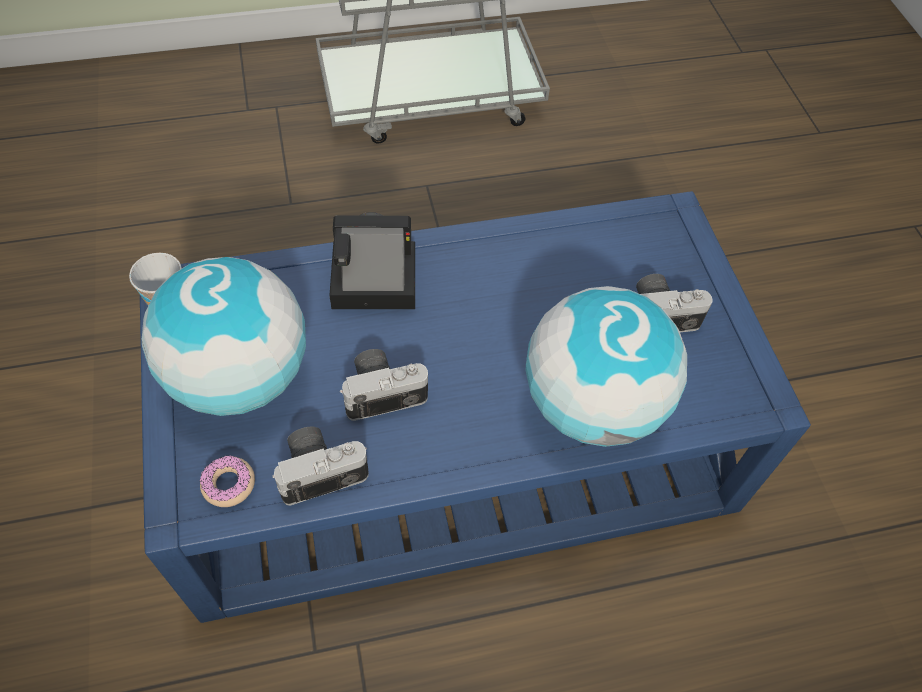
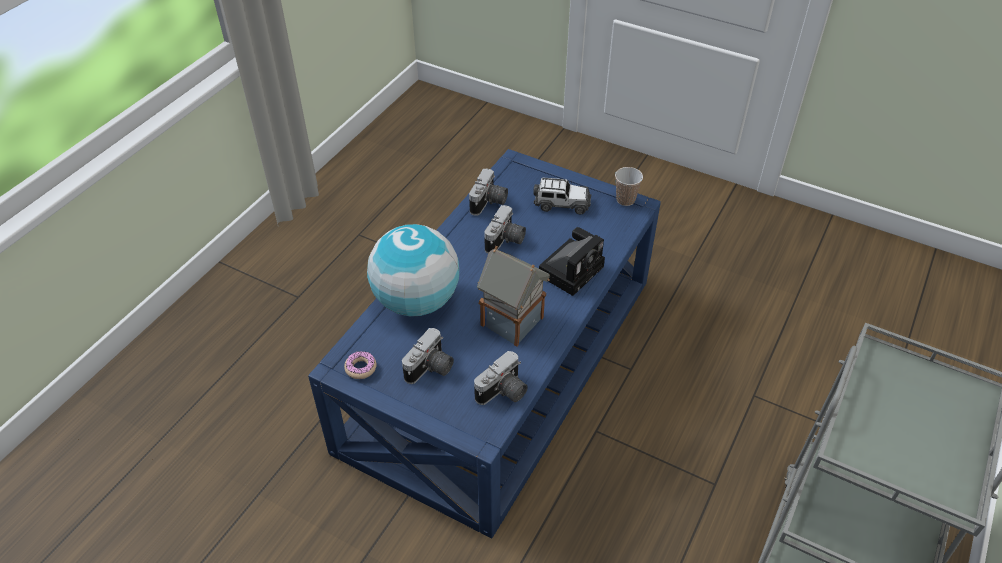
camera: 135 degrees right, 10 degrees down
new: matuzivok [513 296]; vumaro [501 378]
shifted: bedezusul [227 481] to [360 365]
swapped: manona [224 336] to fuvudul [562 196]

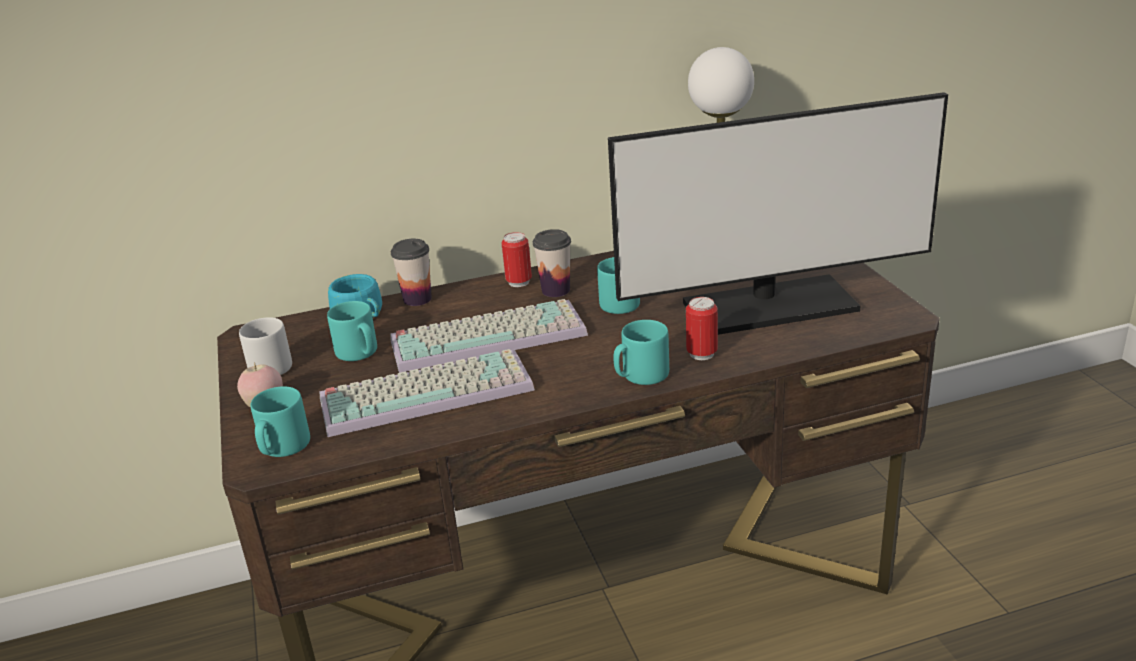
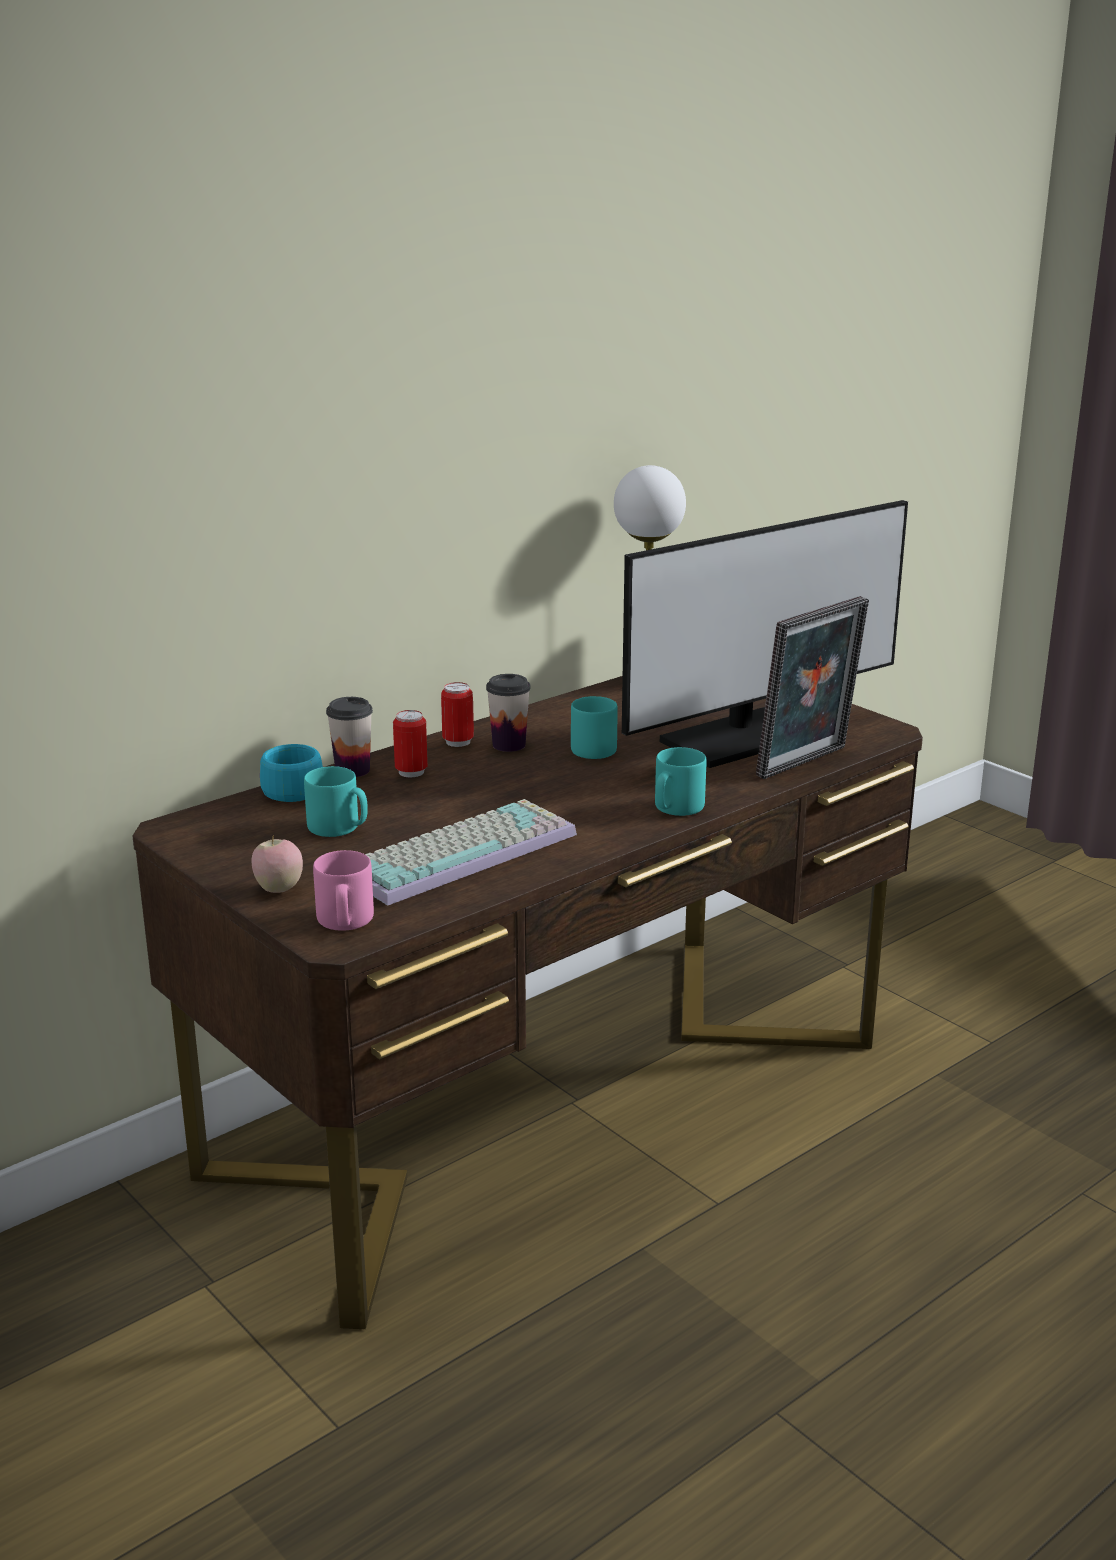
camera: 25 degrees left, 5 degrees down
gone: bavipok [489 336]; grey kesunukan [265 346]
new: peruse [812 687]
shifted: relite [702 328] to [410 743]
repainted: turquoise kesunukan [280 421] to pink kesunukan [343 890]

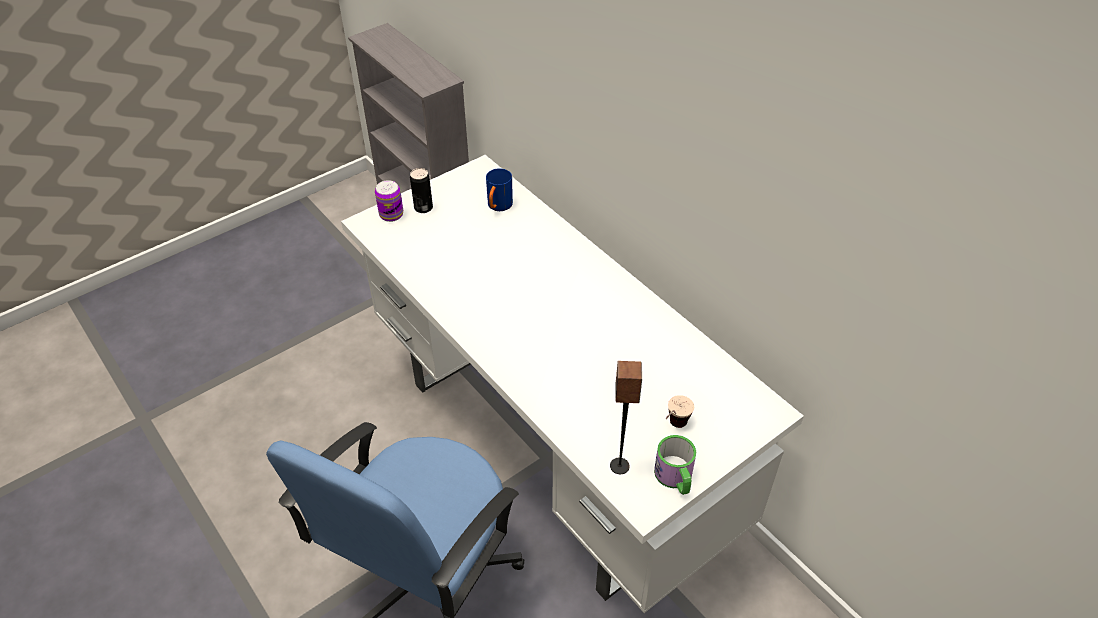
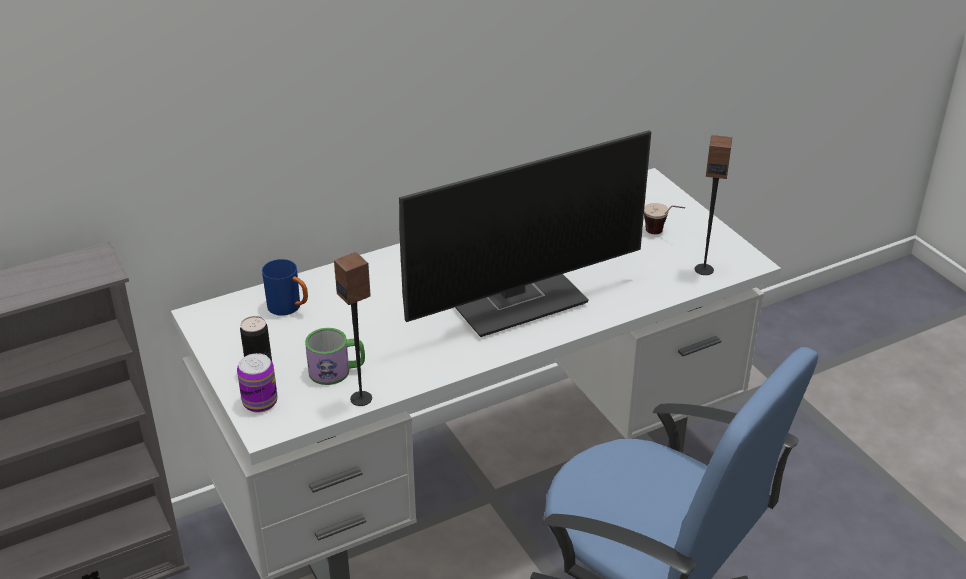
camera: 80 degrees left, 10 degrees down
new: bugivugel [525 233]; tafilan [353 329]
shifted: kesunukan [675 465] to [335 356]

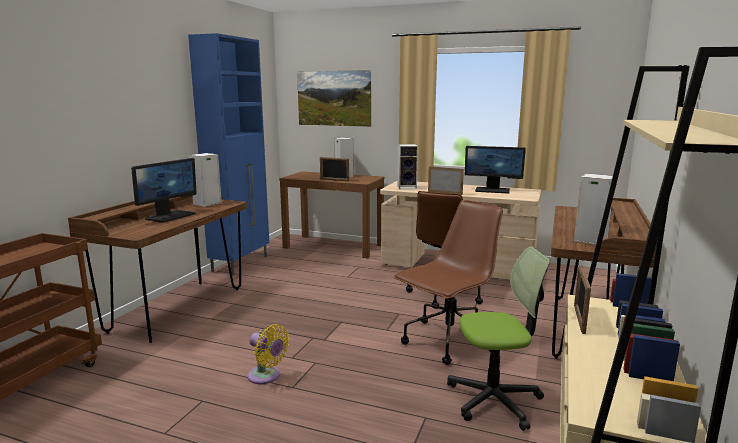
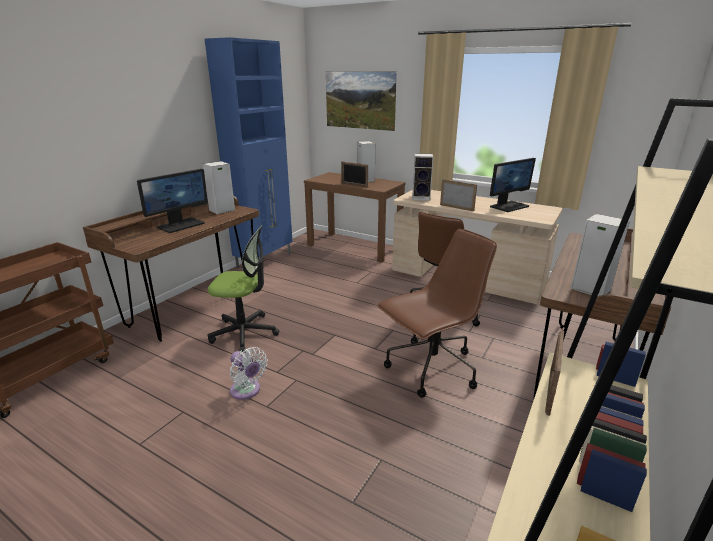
camera: 10 degrees right, 10 degrees up
shifted: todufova [498 338] to [243 288]
repainted: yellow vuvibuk [268 354] to white vuvibuk [249 373]
rotated: bugivugel [495 170] = [513 185] 60 degrees counterclockwise

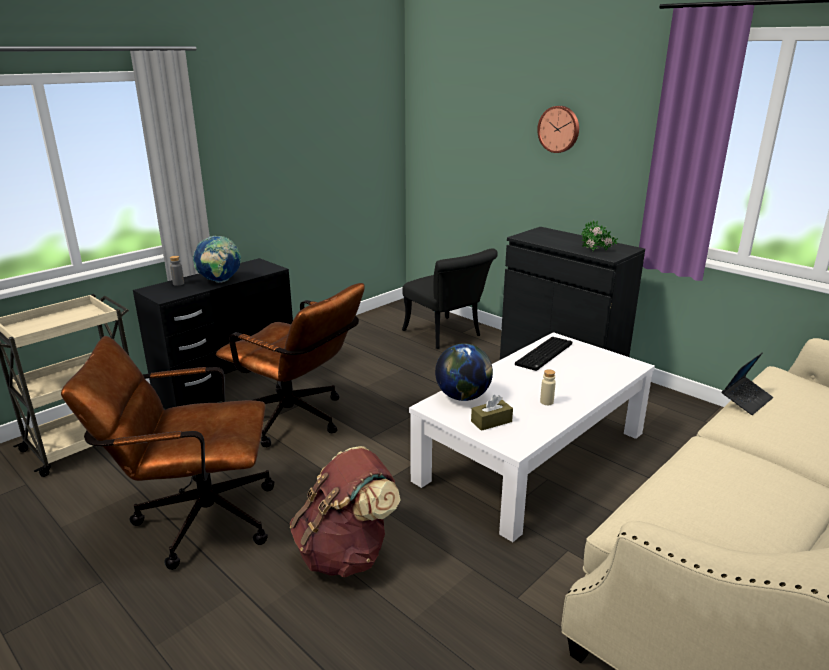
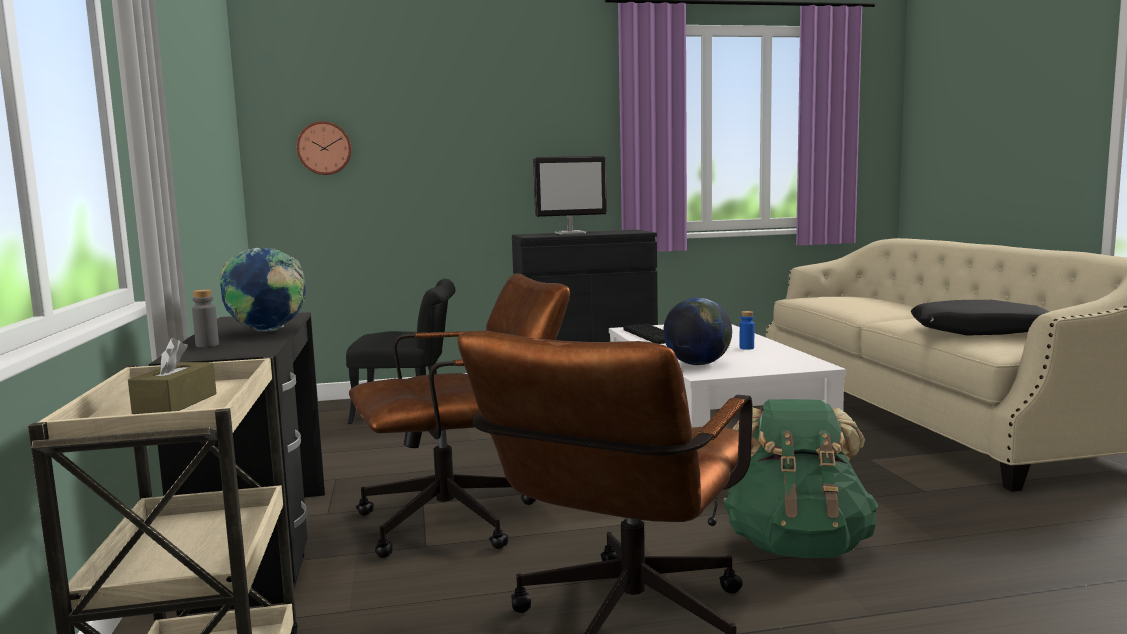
camera: 55 degrees left, 15 degrees down
gone: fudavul [599 236]; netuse [747 384]
new: bugivugel [570 195]; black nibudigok [980 318]
shifted: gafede [558 129] to [324 148]; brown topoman [492 413] to [172 376]
repainted: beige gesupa [548 387] to blue gesupa [747 330]; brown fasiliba [345 511] to green fasiliba [801 478]

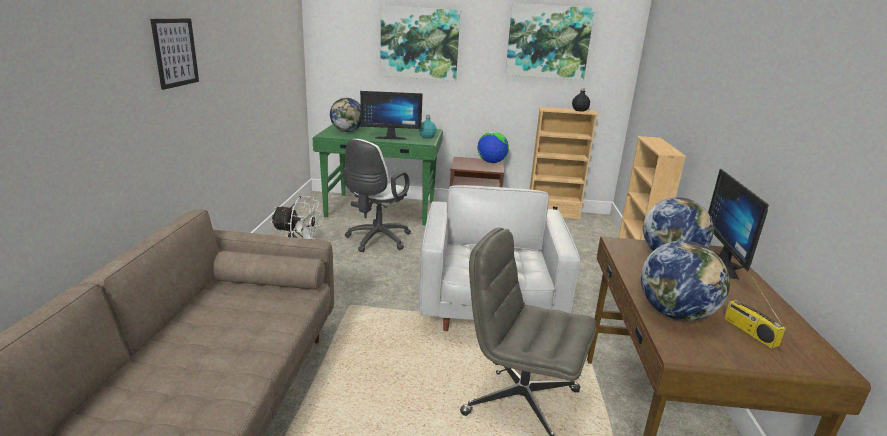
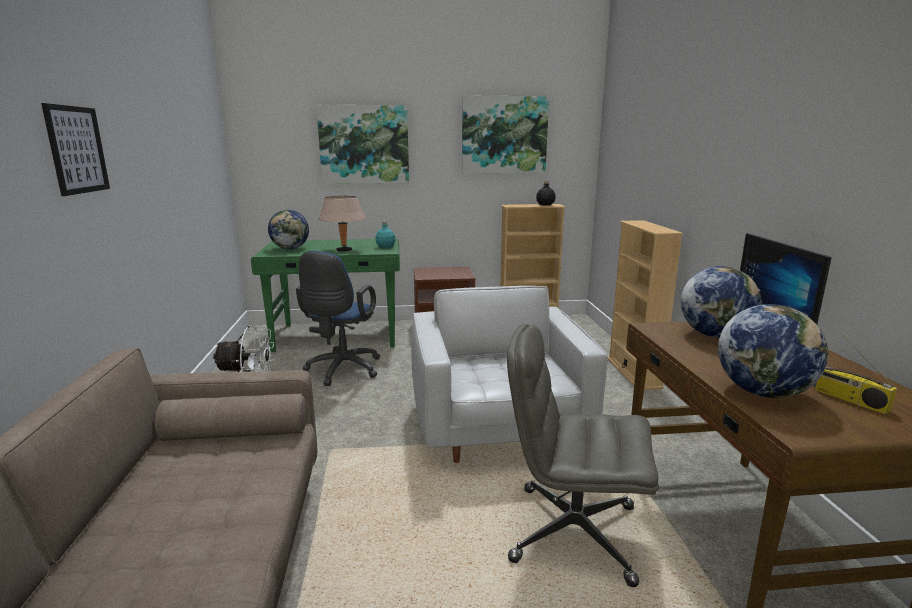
camera: 10 degrees left, 5 degrees down
gone: manona [493 147]
swapped: bugivugel [391 115] to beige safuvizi [342 224]
repainted: white todufova [377 195] to blue todufova [338 318]

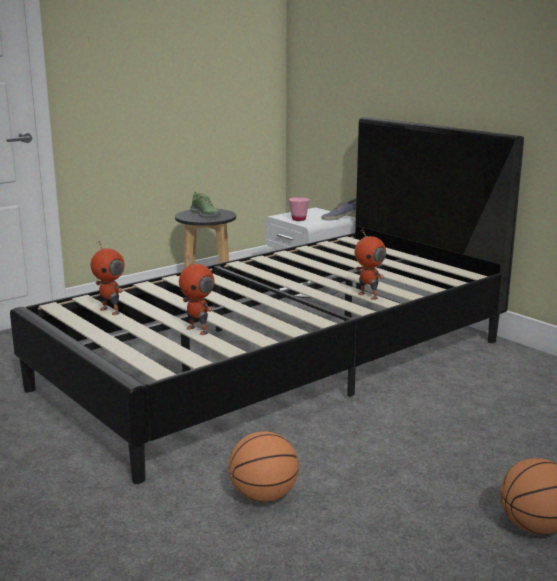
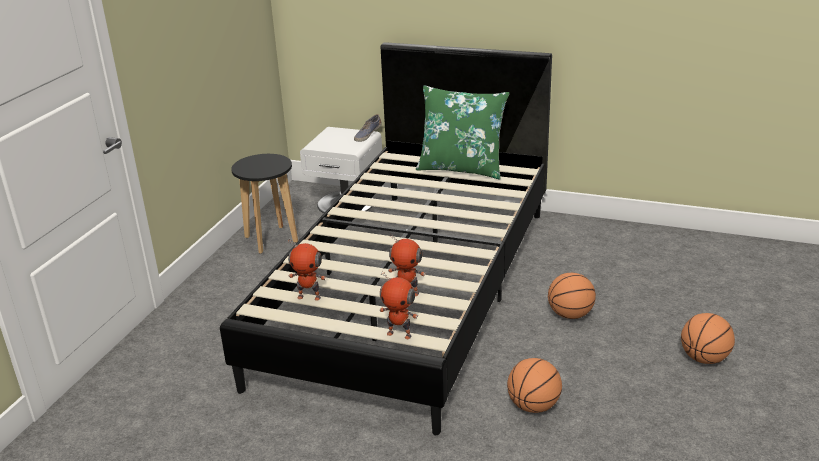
camera: 30 degrees left, 10 degrees up
gone: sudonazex [205 205]; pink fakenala [299 209]
new: green nibudigok [462 132]; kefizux [572 296]
shifted: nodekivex [370 264] to [398 305]

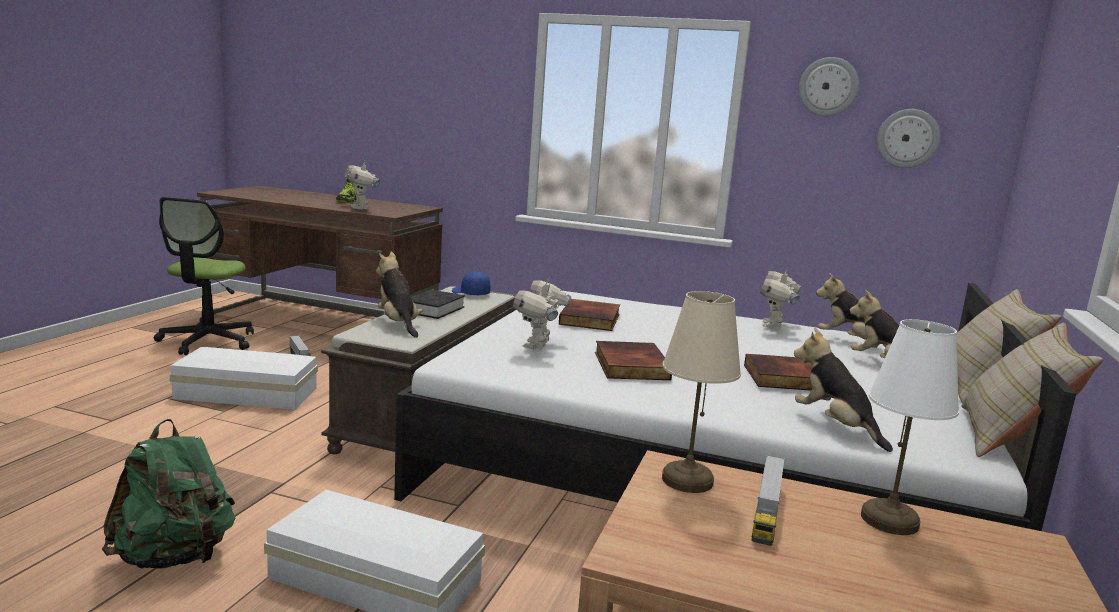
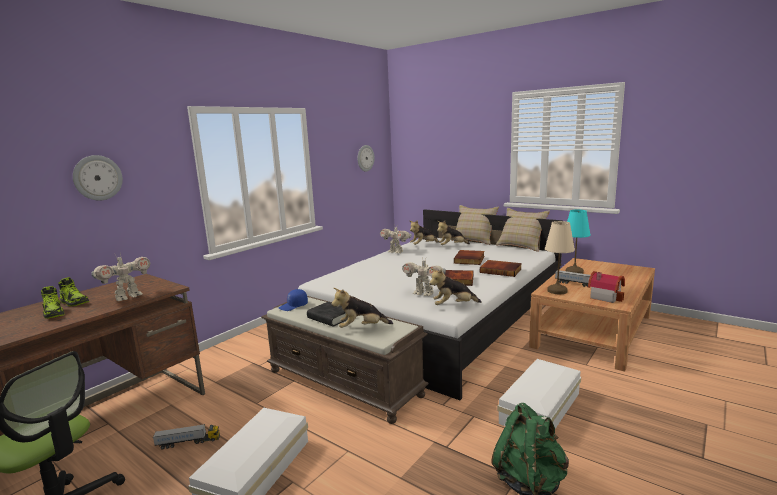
camera: 70 degrees left, 0 degrees up
new: matuzivok [606 287]; sudonazex [53 302]
shifted: gafede [829 86] to [98 178]; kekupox [589 315] to [501 268]; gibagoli [843 390] to [455 286]
repainted: white safuvizi [910 427] to turquoise safuvizi [578 241]
rotated: nodekivex [362 185] = [120 277] 45 degrees counterclockwise

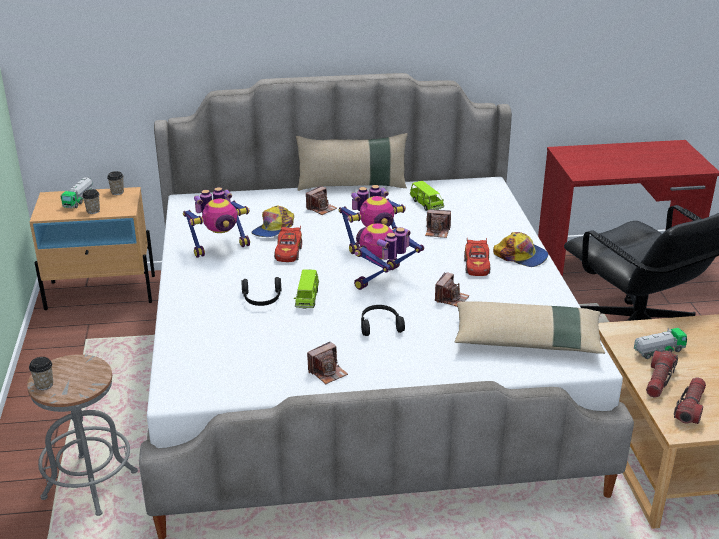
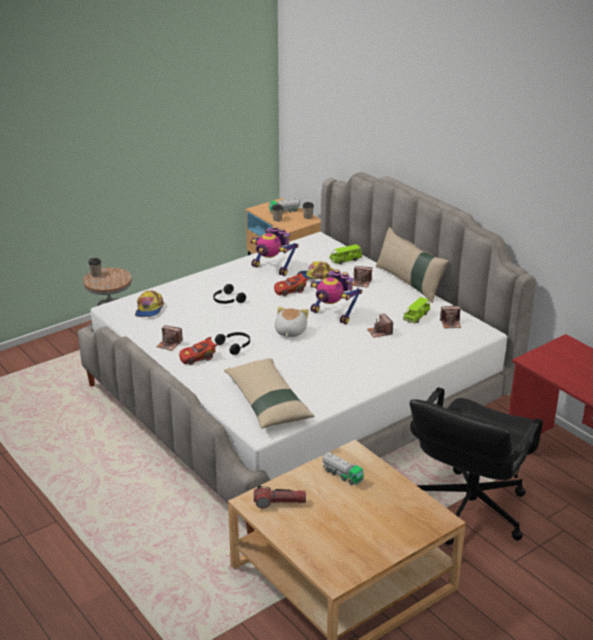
camera: 60 degrees right, 0 degrees up
gone: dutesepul [662 374]
shifted: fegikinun [520 249] to [149 304]; red fuvudul [477 257] to [198 351]; green fuvudul [306 289] to [345 254]; vumaro [452 289] to [450 317]
swapped: nodekivex [389 256] to gibagoli [292 321]

